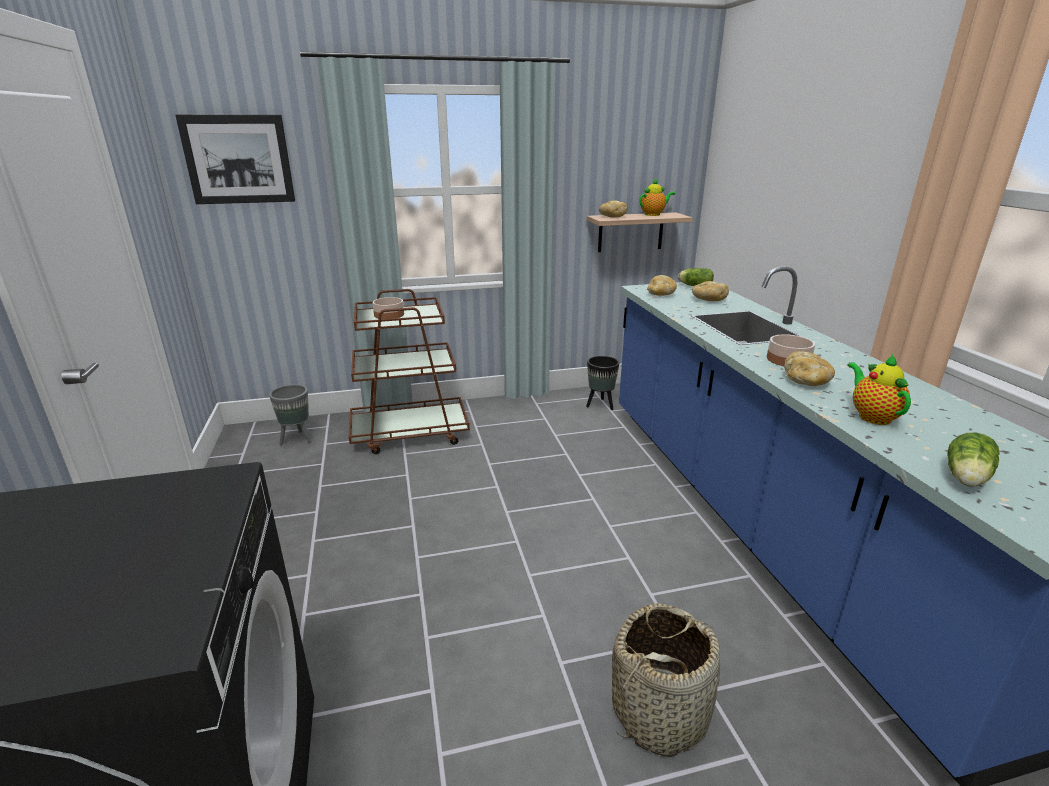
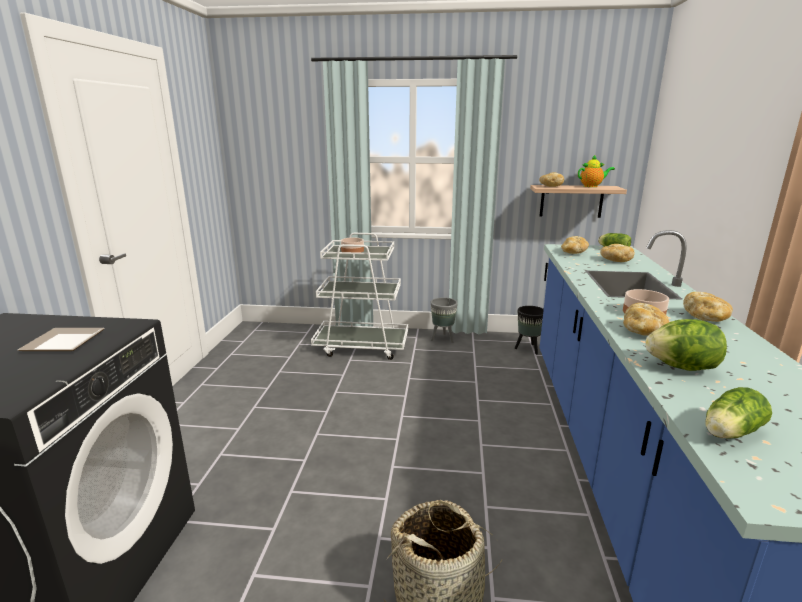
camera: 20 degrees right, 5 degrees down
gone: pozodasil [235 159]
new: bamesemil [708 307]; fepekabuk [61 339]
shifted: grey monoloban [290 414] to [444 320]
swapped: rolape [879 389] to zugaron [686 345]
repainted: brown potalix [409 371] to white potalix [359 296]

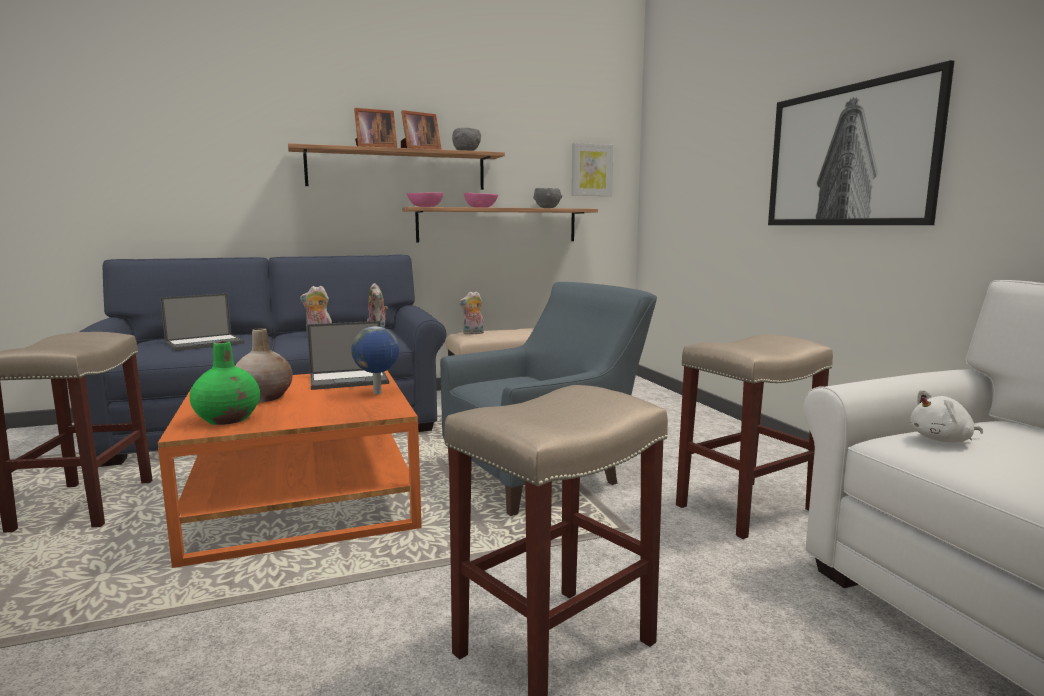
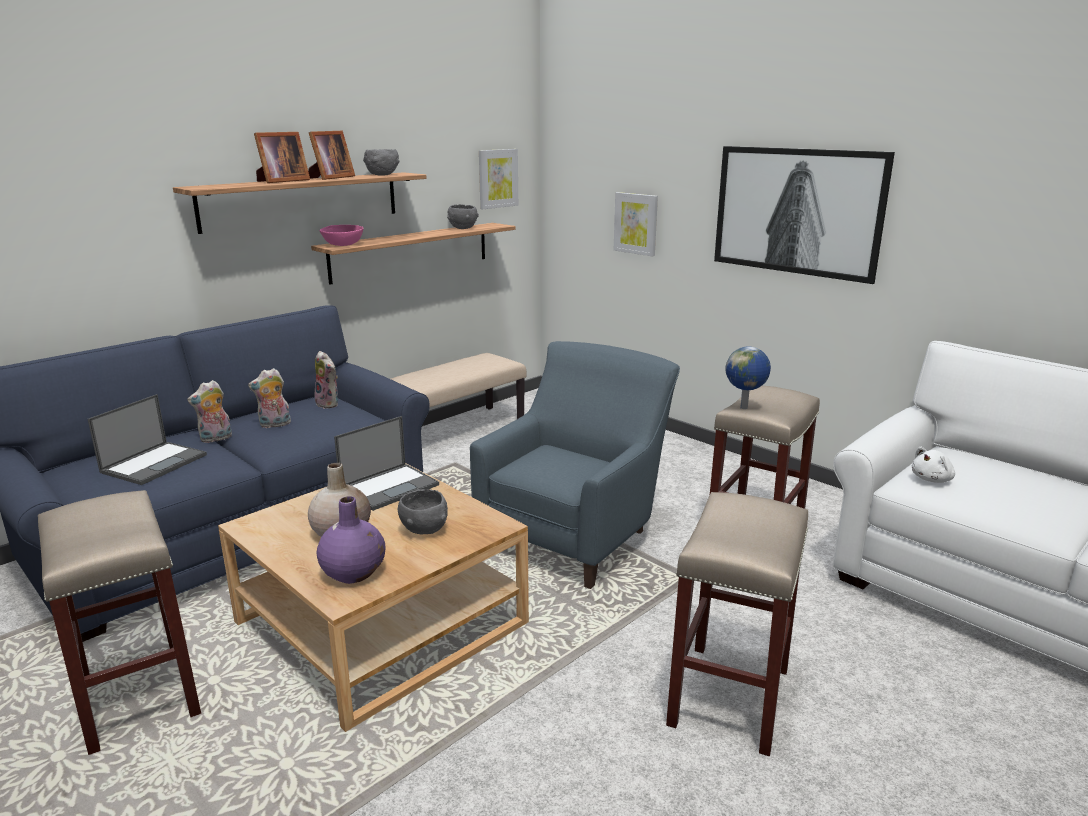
camera: 25 degrees left, 10 degrees up
gone: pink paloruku [481 200]
new: pozodasil [636 224]; grey paloruku [423 512]
shifted: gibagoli [471 313] to [209 411]; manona [375 360] to [748 378]
repainted: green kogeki [225 383] to purple kogeki [351 540]; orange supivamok [290 469] to beige supivamok [373 597]

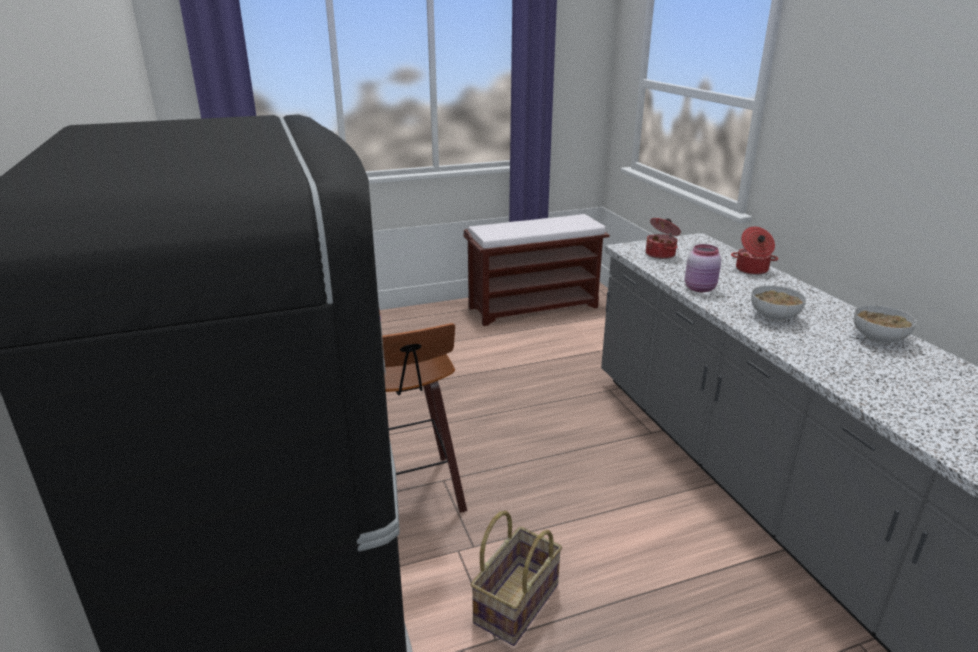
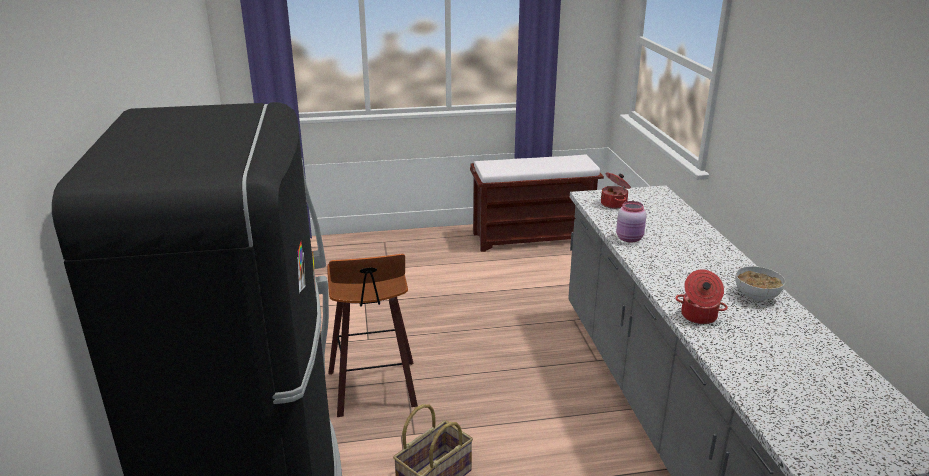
camera: 10 degrees right, 0 degrees up
gone: paloruku [778 303]
shifted: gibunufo [754 251] to [701 296]

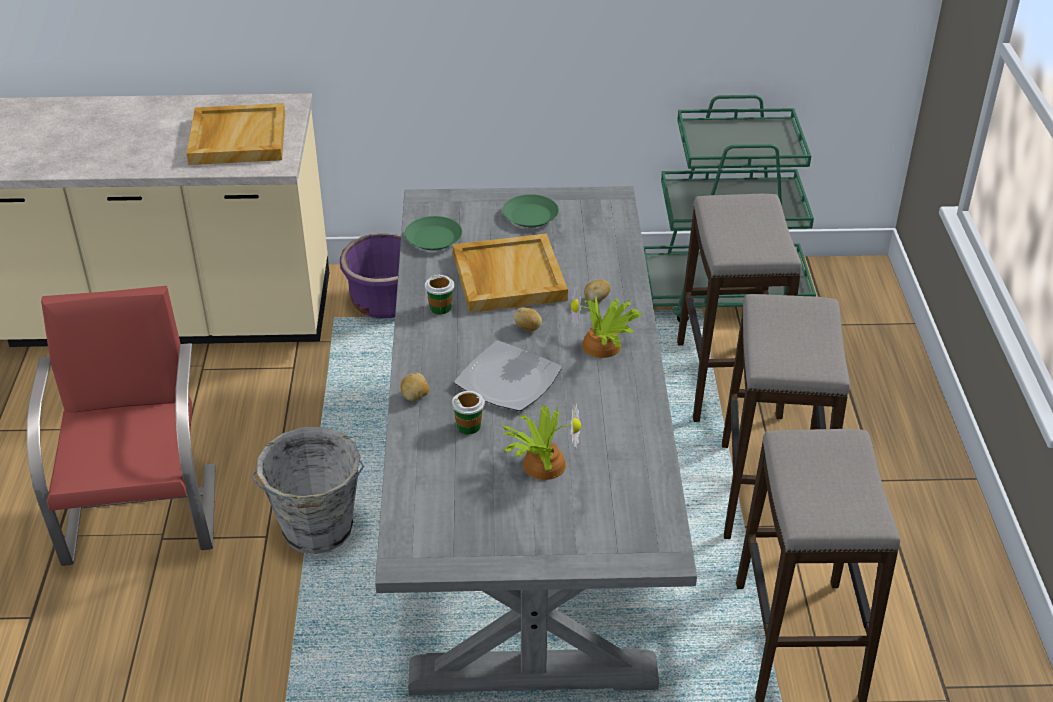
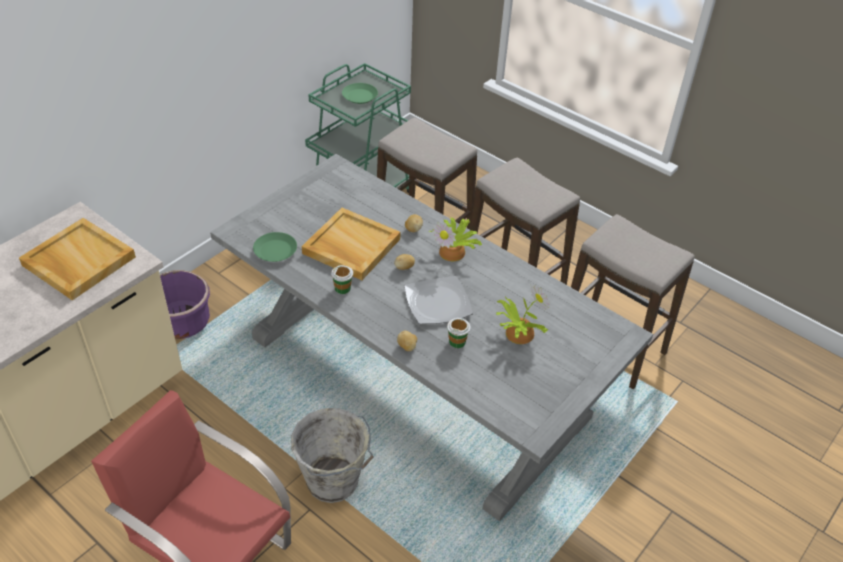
camera: 50 degrees left, 5 degrees up
shifted: green fepekabuk [531 210] to [360 93]

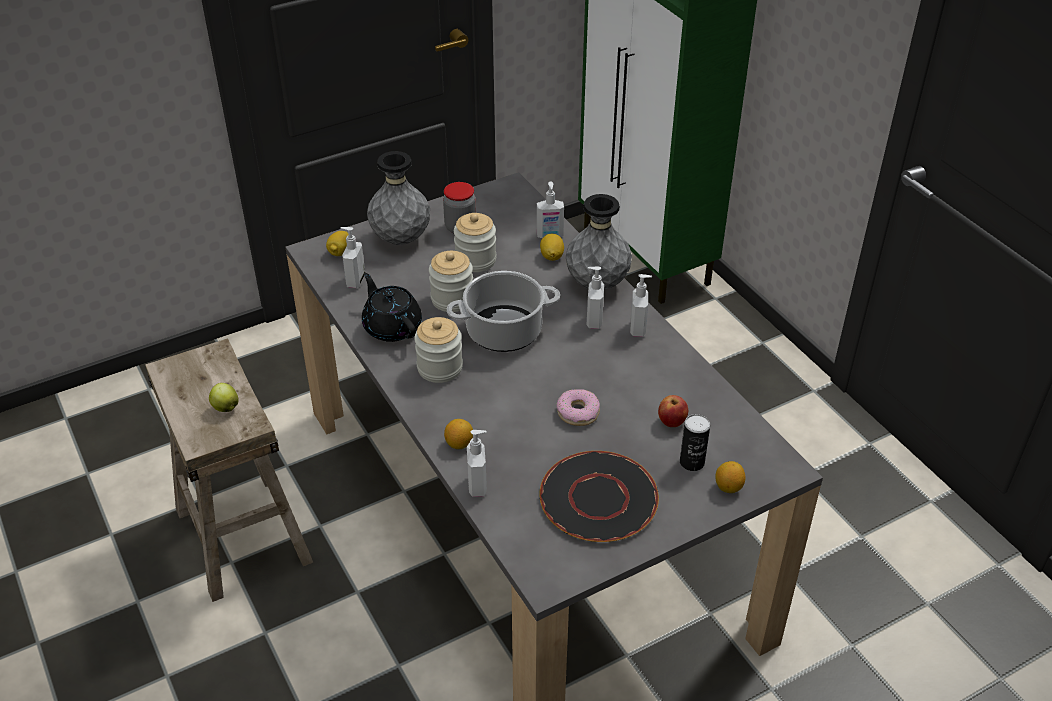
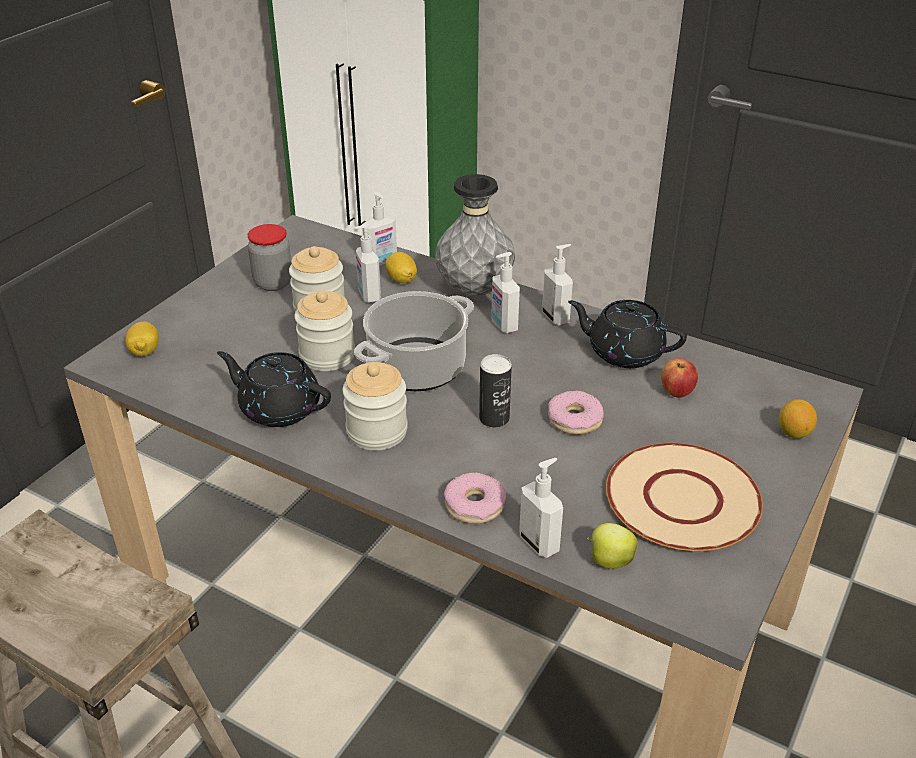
camera: 30 degrees left, 5 degrees down
gone: grey kogeki [398 198]
new: black rolape [627 334]
shifted: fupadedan [352 257] to [367 263]; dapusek [224 397] to [612 545]; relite [695 442] to [495 391]
swapped: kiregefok [458 434] to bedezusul [475 498]
repainted: black fepekabuk [599 496] to beige fepekabuk [684 497]

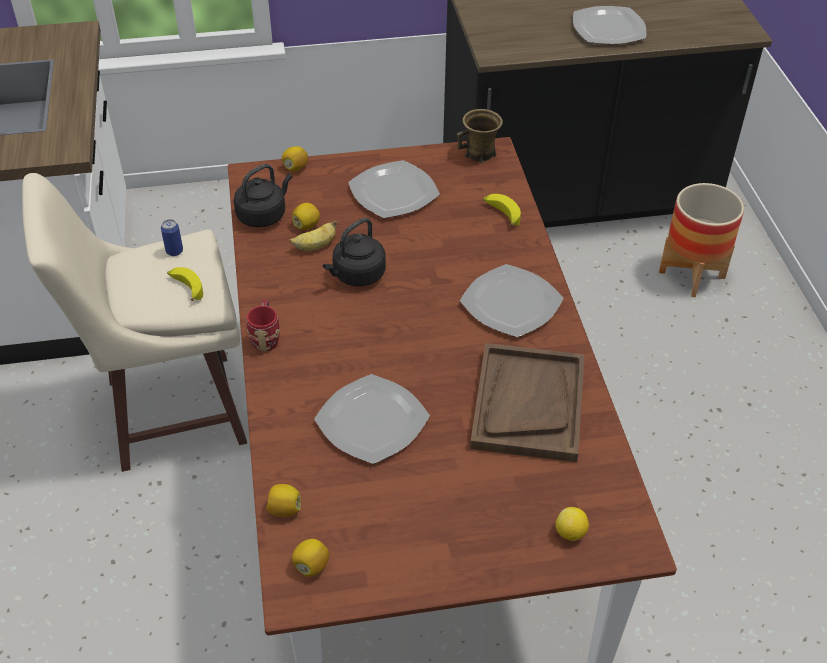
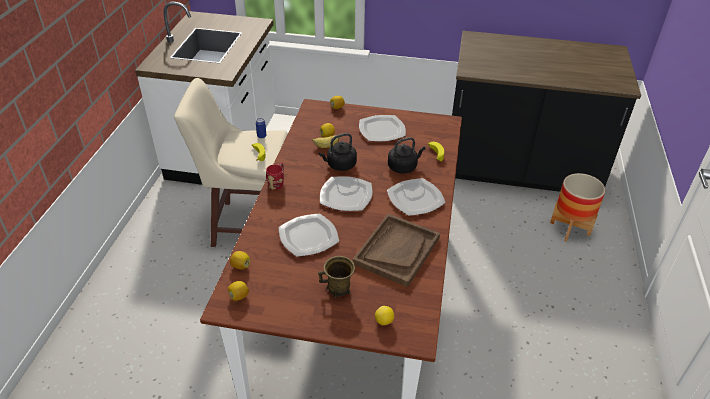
camera: 20 degrees right, 5 degrees down
shifted: fepekabuk [609 25] to [346 193]; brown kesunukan [480 136] to [336 277]; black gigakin [263 195] to [407 155]

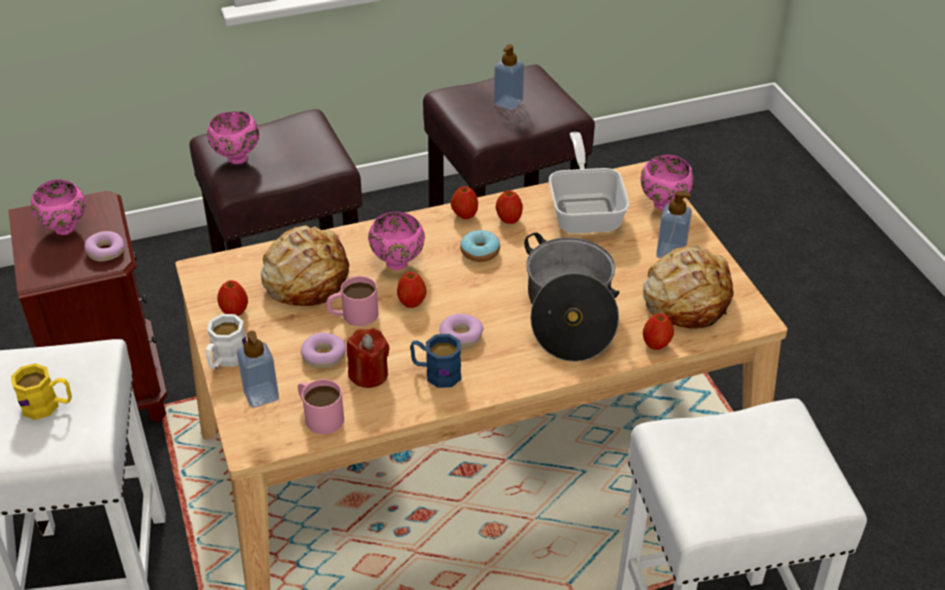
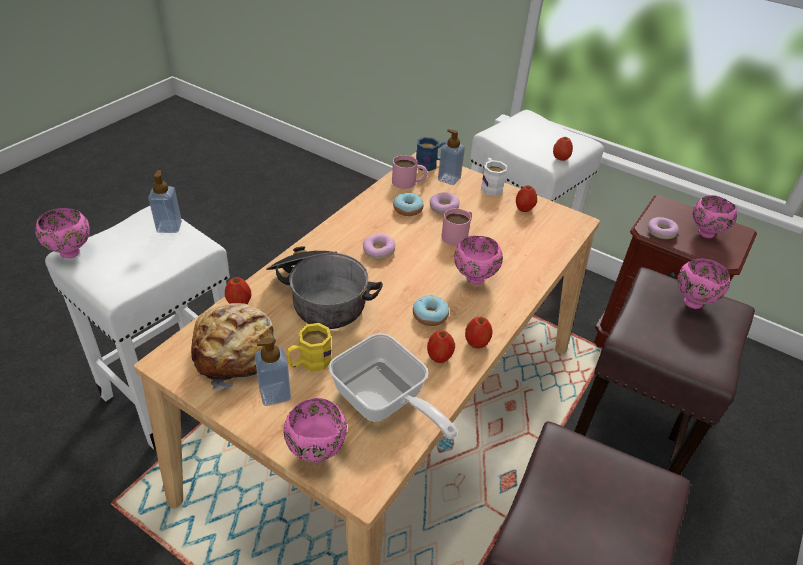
camera: 140 degrees right, 0 degrees up
gone: bamesemil [305 265]
new: pink paloruku [62 233]
shifted: fupadedan [509 77] to [165 201]; dapusek [411 290] to [563 149]; blue kesunukan [435 361] to [431 154]; yellow kesunukan [41 391] to [308 347]
swapped: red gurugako [368 358] to bedezusul [408 204]

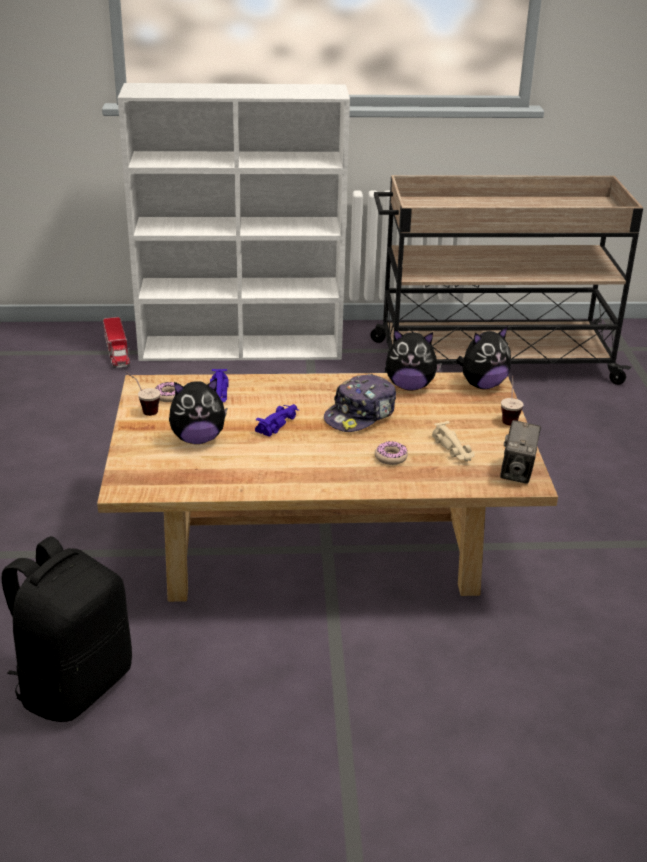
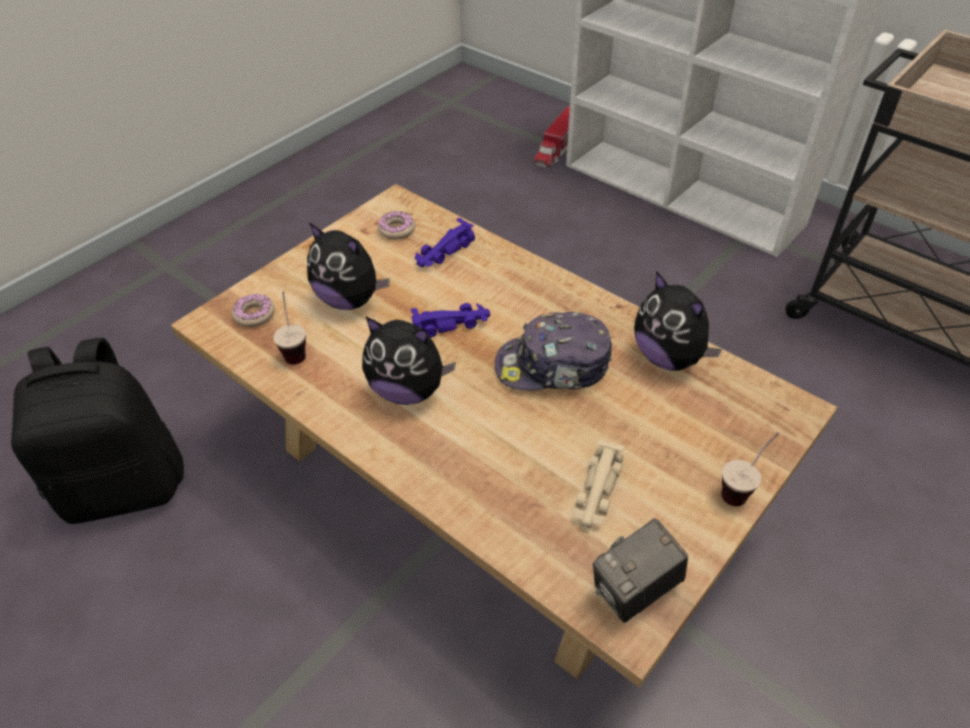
camera: 45 degrees right, 15 degrees up
shifted: gibagoli [483 357] to [409 361]; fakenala [143 394] to [289 327]; bedezusul [391 453] to [253 310]

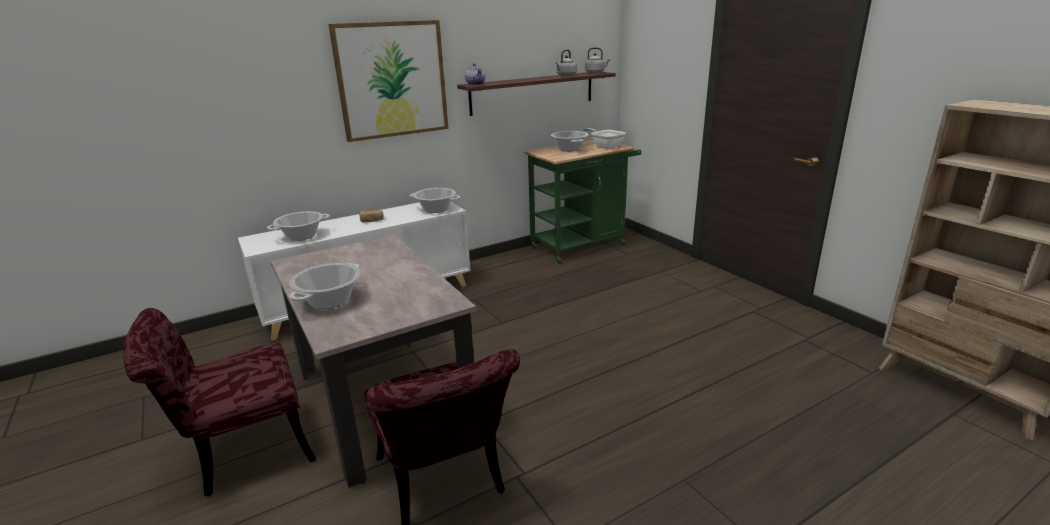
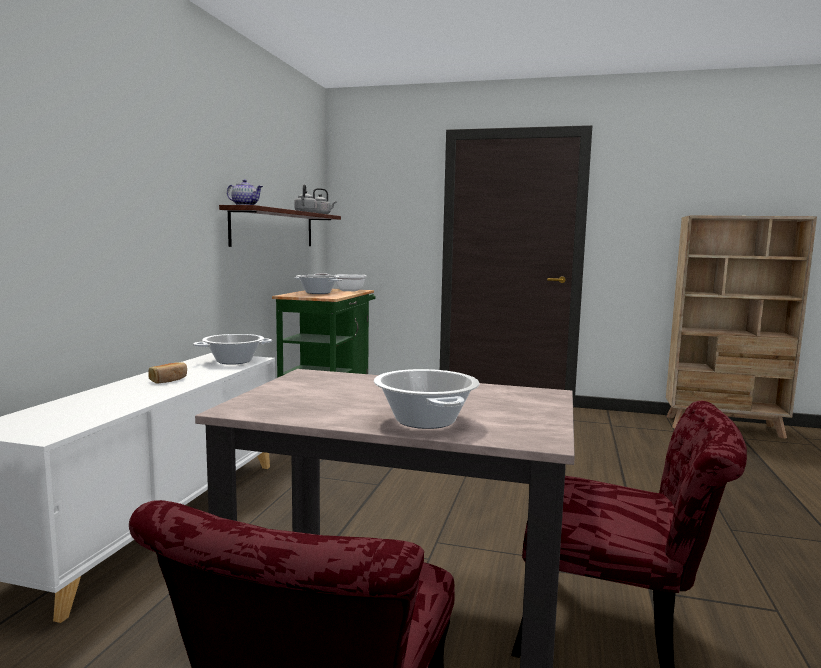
camera: 45 degrees left, 15 degrees down
gone: pozodasil [389 81]; gibunufo [298 226]

